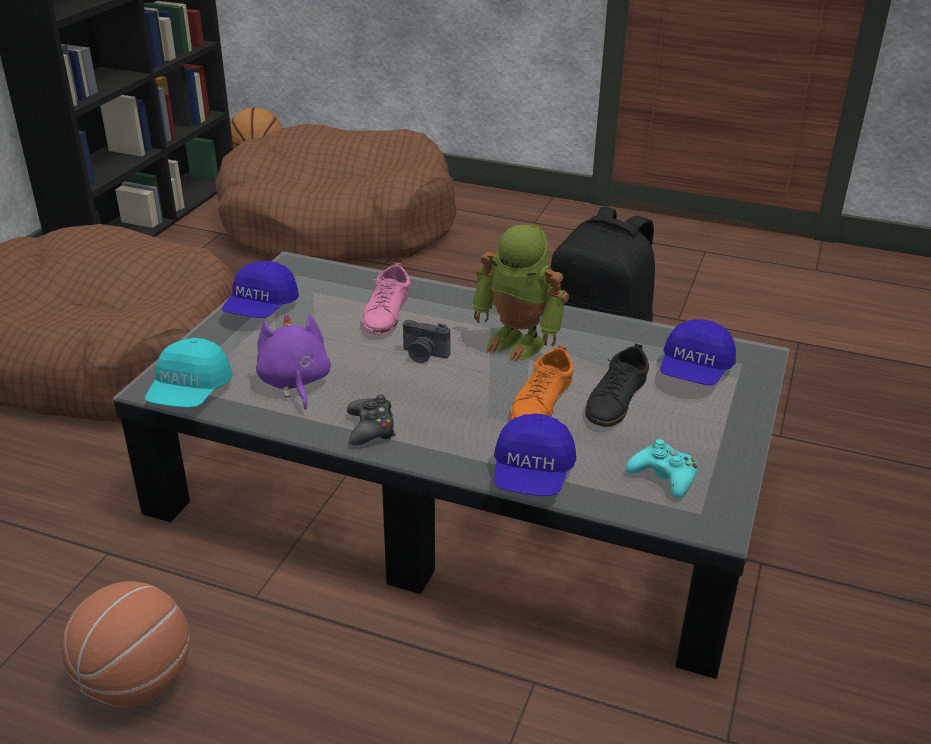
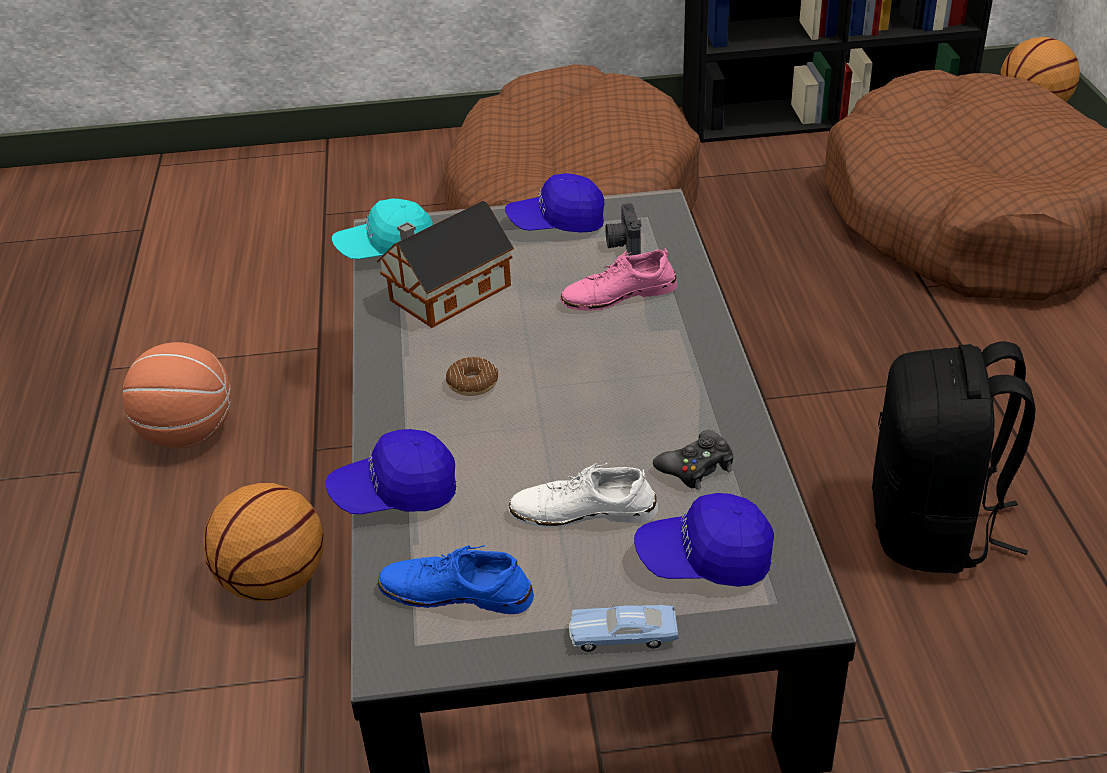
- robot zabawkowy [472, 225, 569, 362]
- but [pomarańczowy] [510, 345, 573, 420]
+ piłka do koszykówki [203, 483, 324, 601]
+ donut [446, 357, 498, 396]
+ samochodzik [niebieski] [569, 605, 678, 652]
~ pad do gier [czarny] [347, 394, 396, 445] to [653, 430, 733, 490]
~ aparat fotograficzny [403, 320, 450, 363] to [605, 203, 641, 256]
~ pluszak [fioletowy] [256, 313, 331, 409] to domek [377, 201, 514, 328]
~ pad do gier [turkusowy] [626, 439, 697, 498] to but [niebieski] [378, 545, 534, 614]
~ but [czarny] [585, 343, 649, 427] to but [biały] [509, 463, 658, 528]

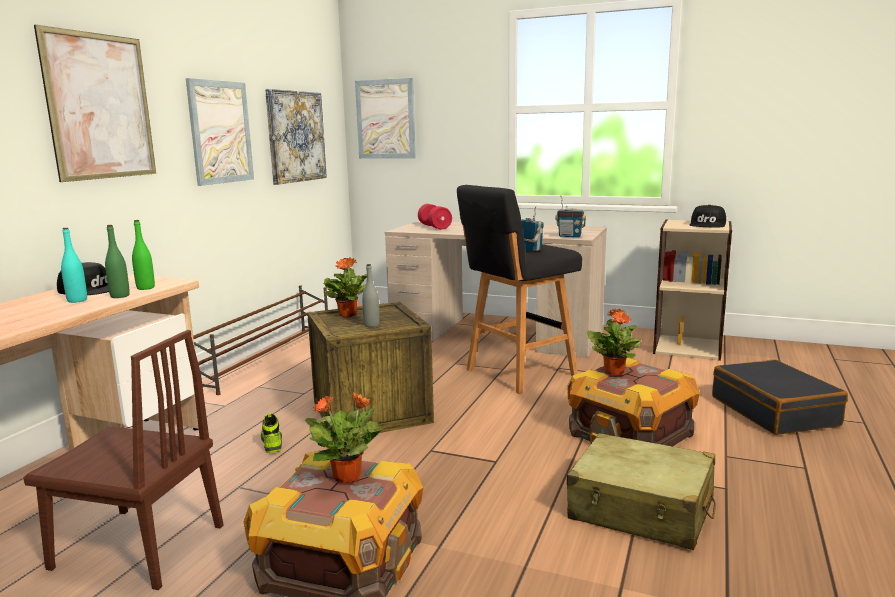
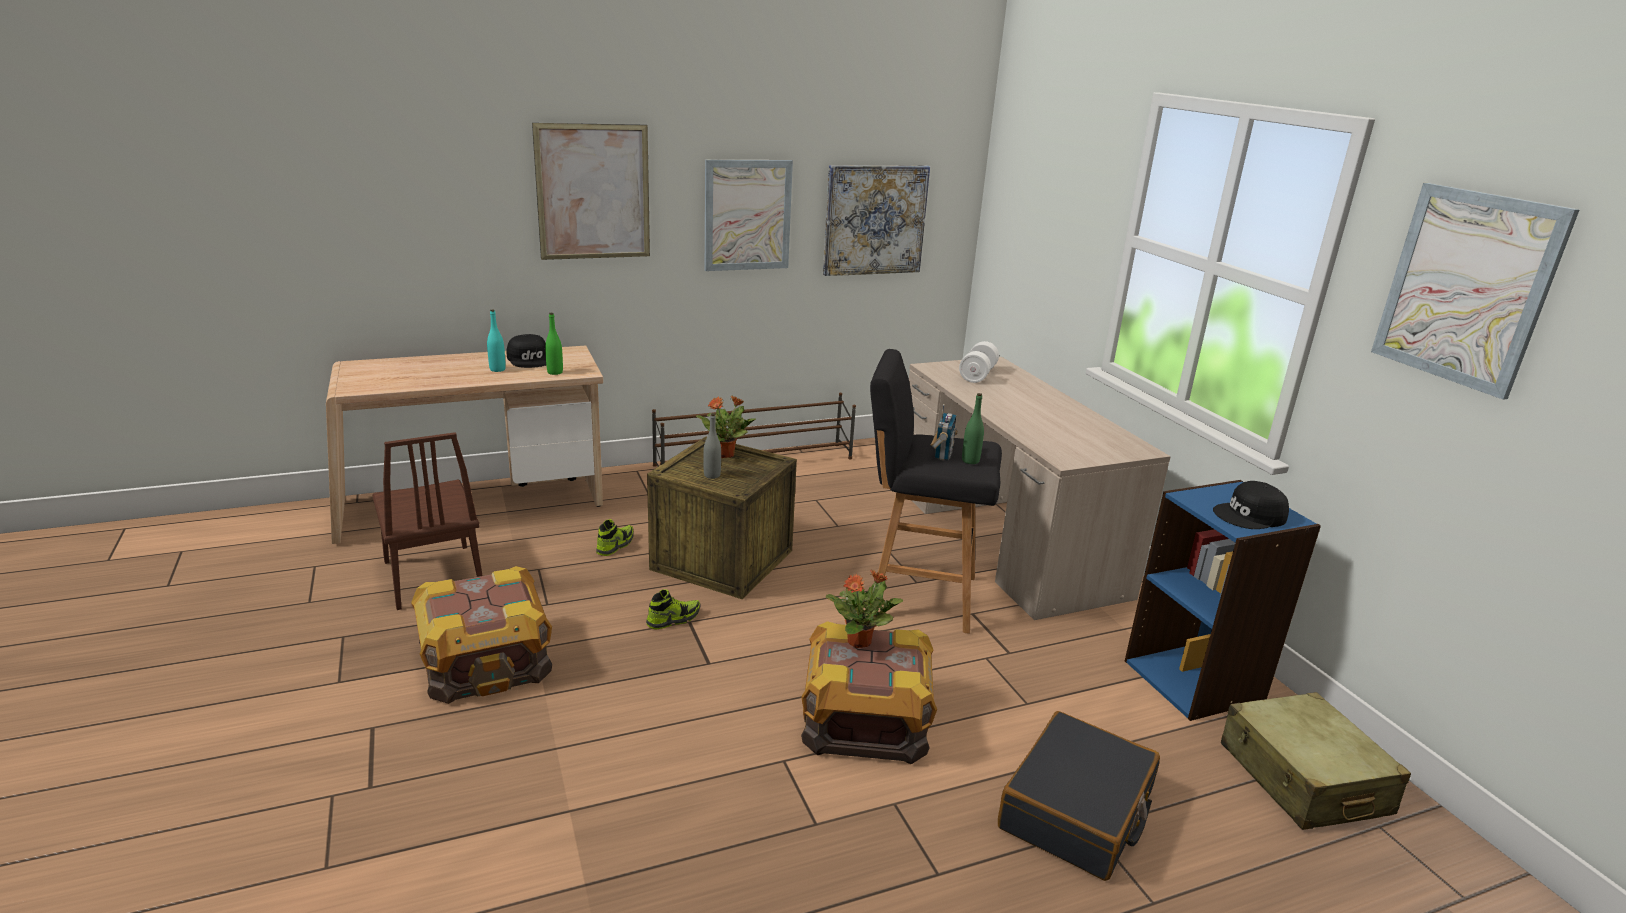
- roślina doniczkowa [304, 392, 384, 483]
- radio [555, 196, 586, 237]
+ but [646, 589, 701, 629]
~ butelka [zielony] [105, 225, 130, 298] to [962, 393, 984, 464]
~ obraz [355, 78, 416, 159] to [1371, 183, 1579, 400]
~ walizka [beżowy] [567, 433, 716, 550] to [1221, 692, 1411, 830]
~ hantel [czerwony] [418, 204, 452, 229] to hantel [biały] [959, 341, 999, 383]
~ regał [beżowy] [653, 219, 732, 361] to regał [niebieski] [1125, 480, 1321, 721]

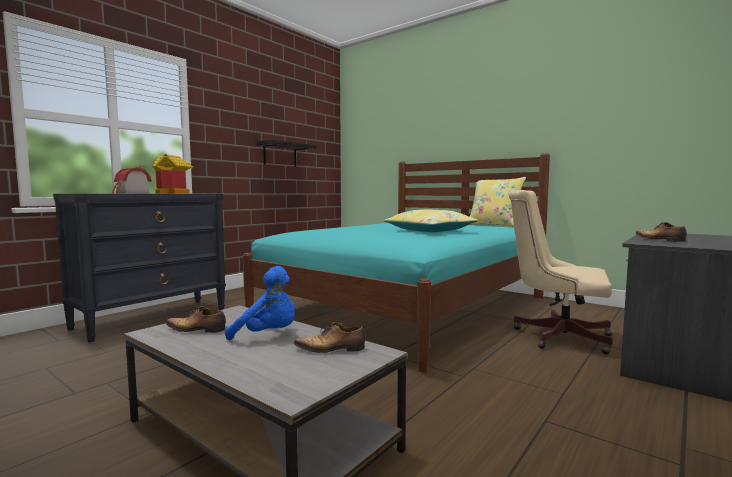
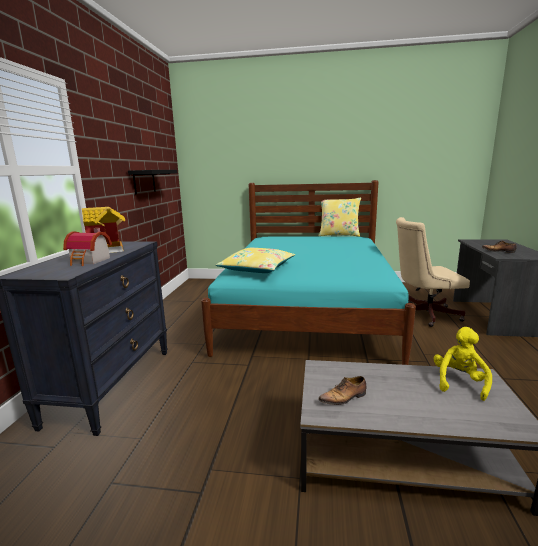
- pluszak [niebieski] [225, 266, 295, 340]
~ poduszka [żółty] [384, 210, 478, 232] to [216, 248, 295, 273]
~ but [294, 322, 366, 353] to pluszak [żółty] [434, 327, 492, 401]

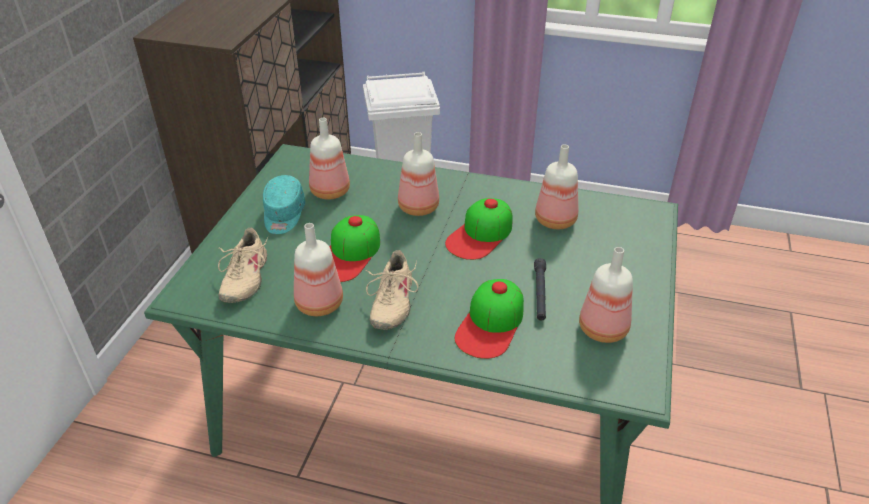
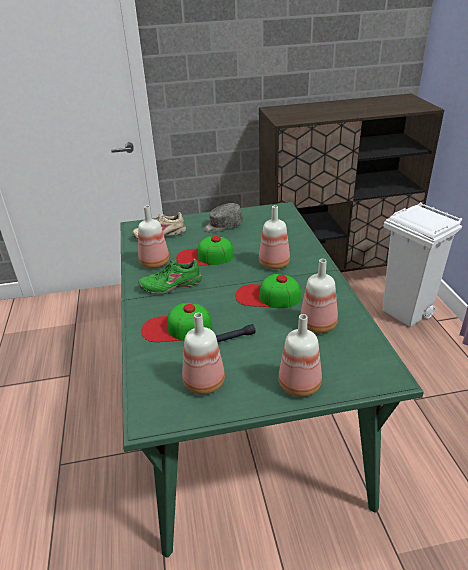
~ butelka [309, 118, 350, 200] to [278, 314, 322, 397]
~ czapka z daszkiem [turkusowy] [263, 175, 305, 234] to czapka z daszkiem [szary] [203, 203, 243, 233]
~ but [beżowy] [365, 250, 419, 330] to but [zielony] [138, 259, 202, 294]

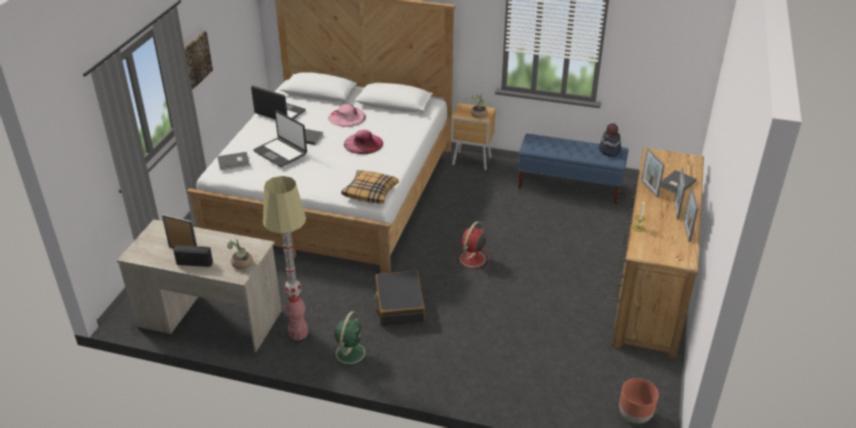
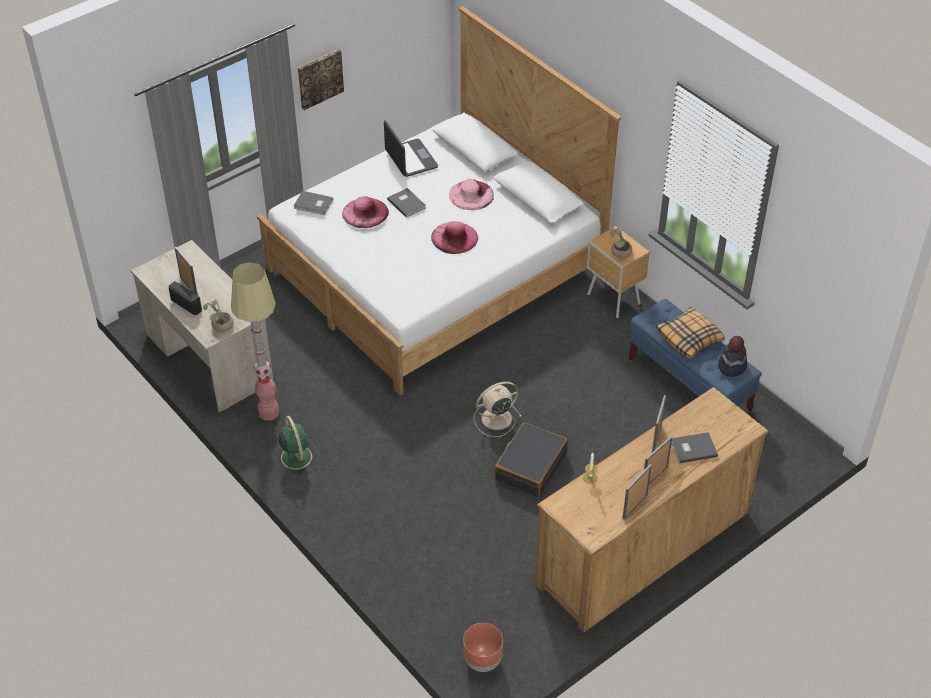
~ poduszka [341, 170, 399, 204] to [656, 307, 725, 359]
~ walizka [czarny] [374, 270, 425, 327] to [494, 422, 568, 498]
~ laptop [253, 110, 307, 167] to kapelusz [różowy] [342, 196, 389, 228]
~ wentylator [czerwony] [453, 221, 490, 272] to wentylator [beżowy] [474, 382, 522, 437]
~ wentylator [zielony] [330, 311, 372, 369] = [272, 416, 319, 477] 75 degrees counterclockwise

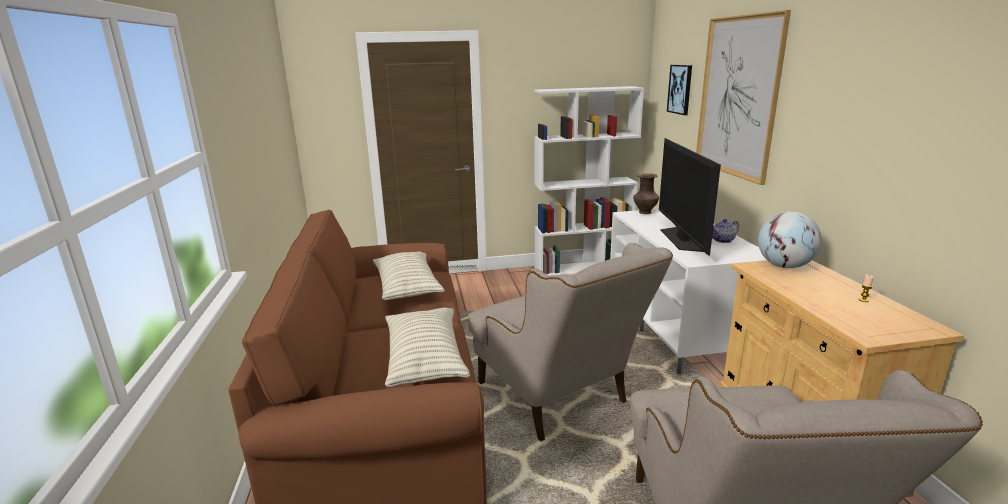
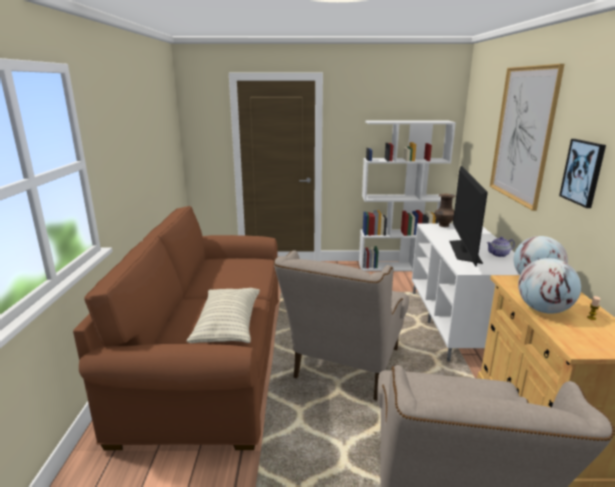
- poduszka [373, 252, 445, 300]
+ globus [518, 258, 581, 314]
~ obraz [667, 65, 692, 115] to [559, 139, 606, 208]
~ fotel [beżowy] [468, 243, 673, 441] = [274, 250, 409, 400] 45 degrees clockwise

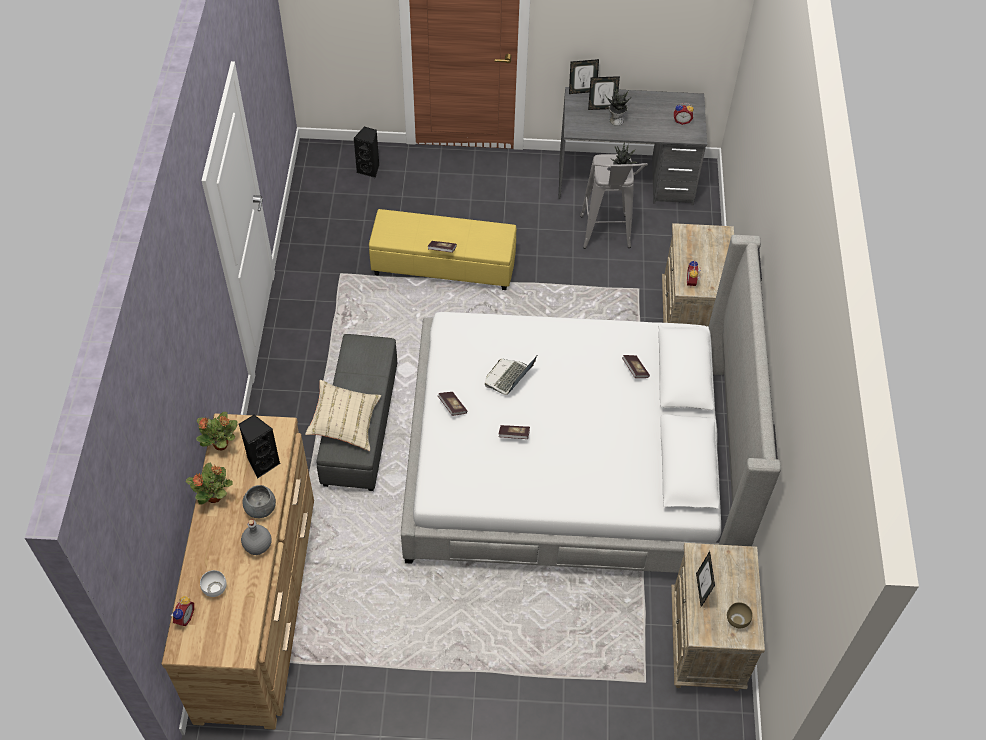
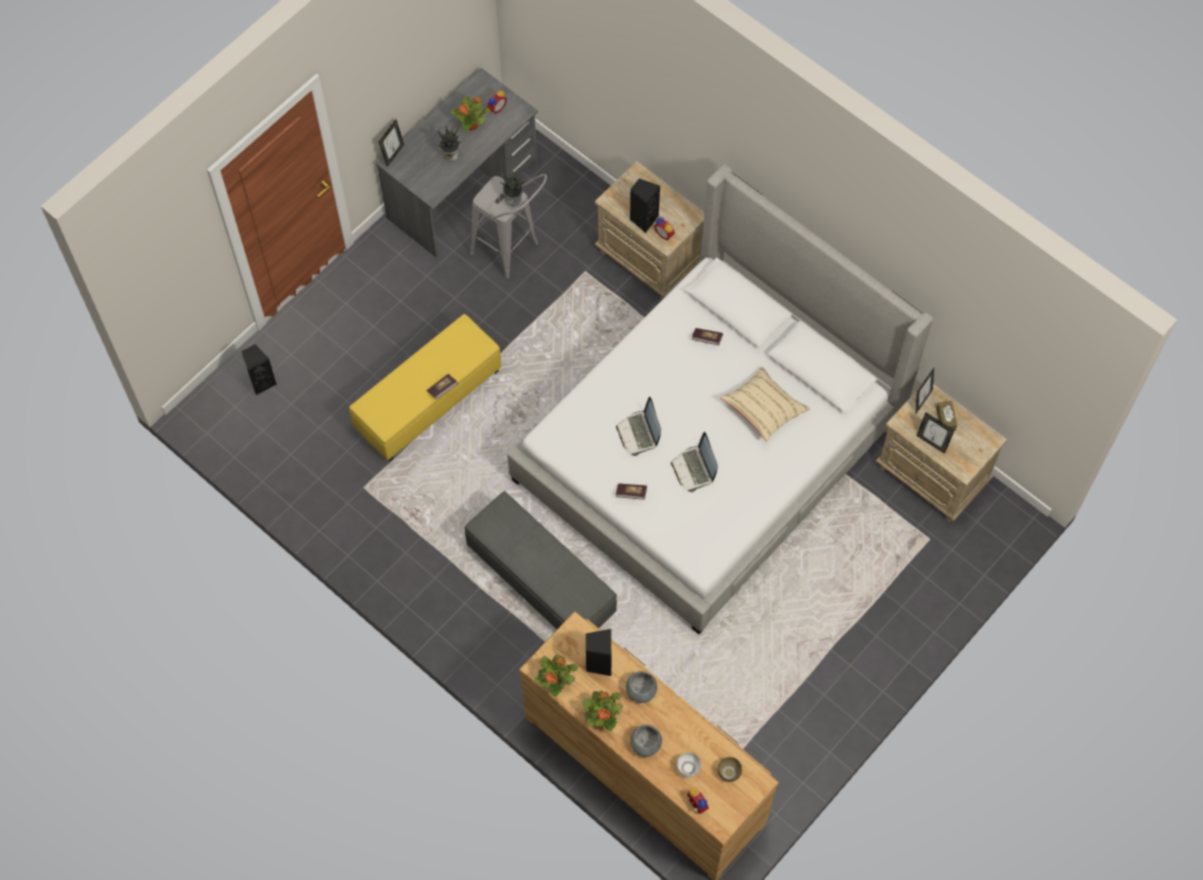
- butelka [szary] [241, 519, 272, 555]
+ roślina doniczkowa [451, 96, 490, 131]
+ głośnik [czarny] [630, 179, 660, 233]
+ miska [szary] [630, 724, 662, 757]
+ pudełko chusteczek [brązowy] [936, 401, 957, 430]
~ poduszka [beżowy] [305, 380, 381, 451] to [720, 366, 810, 442]
~ ramka na zdjęcie [588, 76, 620, 110] to [916, 368, 934, 413]
~ miska [brązowy] [727, 602, 753, 628] to [718, 757, 742, 782]
~ książka [499, 425, 530, 439] to laptop [671, 432, 718, 492]

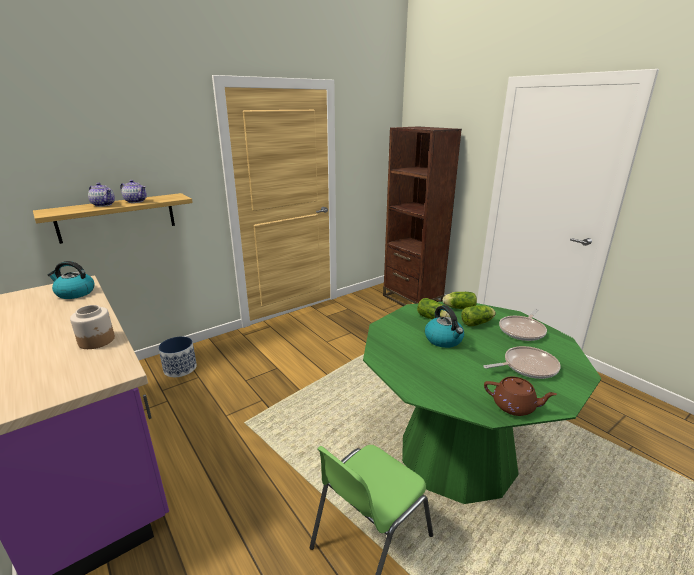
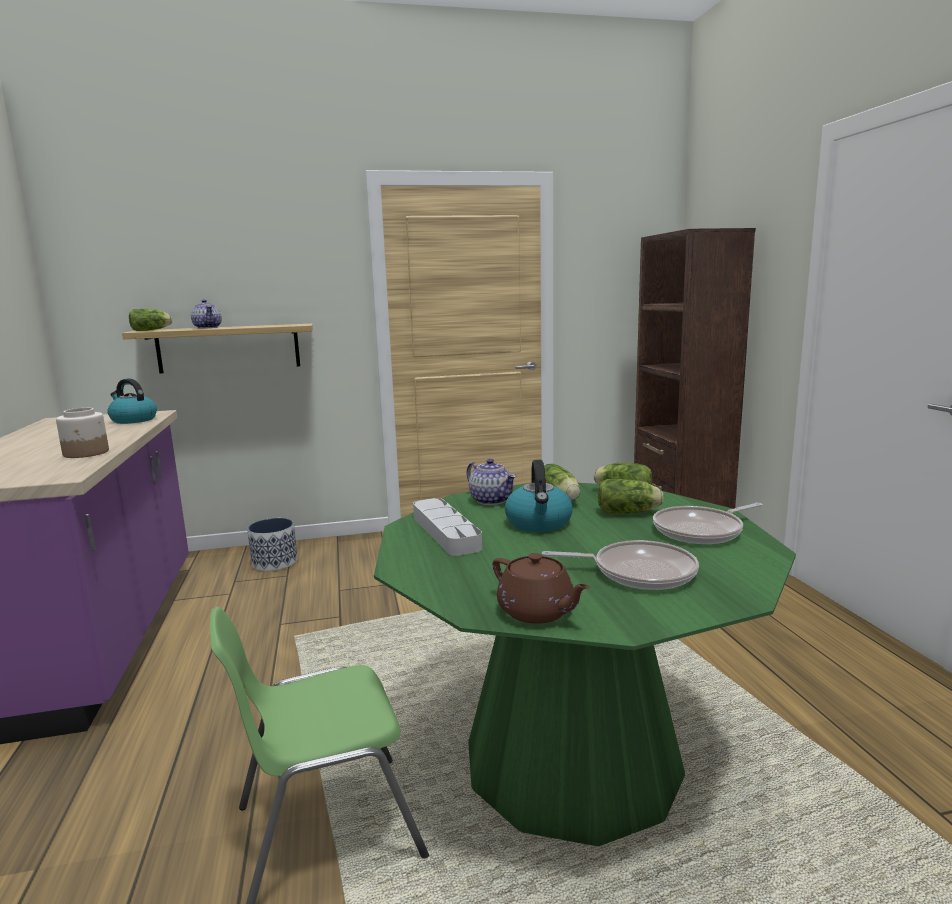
+ sałata [129, 309, 172, 331]
+ taca [szary] [413, 498, 482, 556]
~ imbryk [120, 180, 147, 203] to [467, 459, 516, 505]

